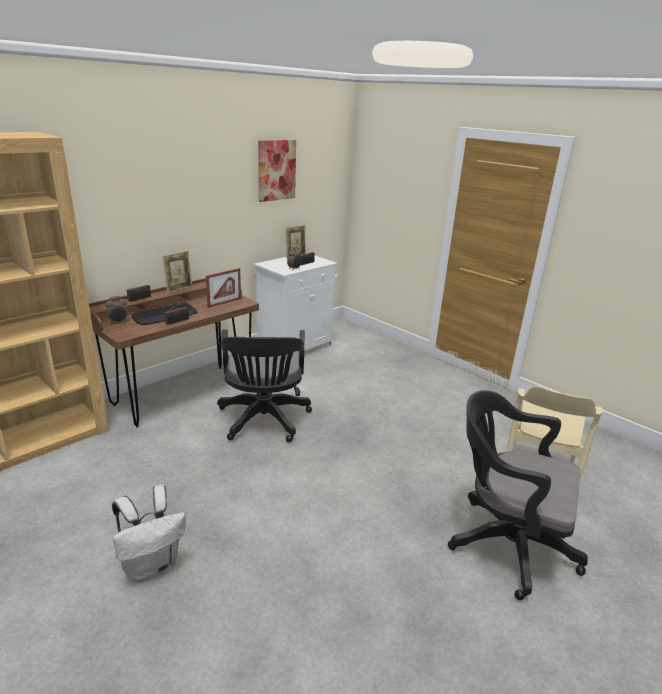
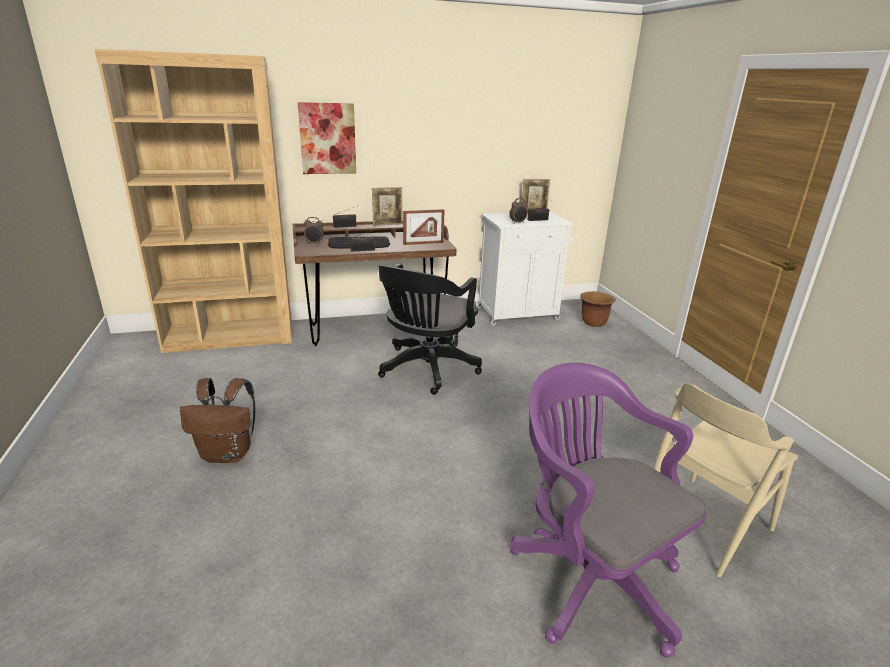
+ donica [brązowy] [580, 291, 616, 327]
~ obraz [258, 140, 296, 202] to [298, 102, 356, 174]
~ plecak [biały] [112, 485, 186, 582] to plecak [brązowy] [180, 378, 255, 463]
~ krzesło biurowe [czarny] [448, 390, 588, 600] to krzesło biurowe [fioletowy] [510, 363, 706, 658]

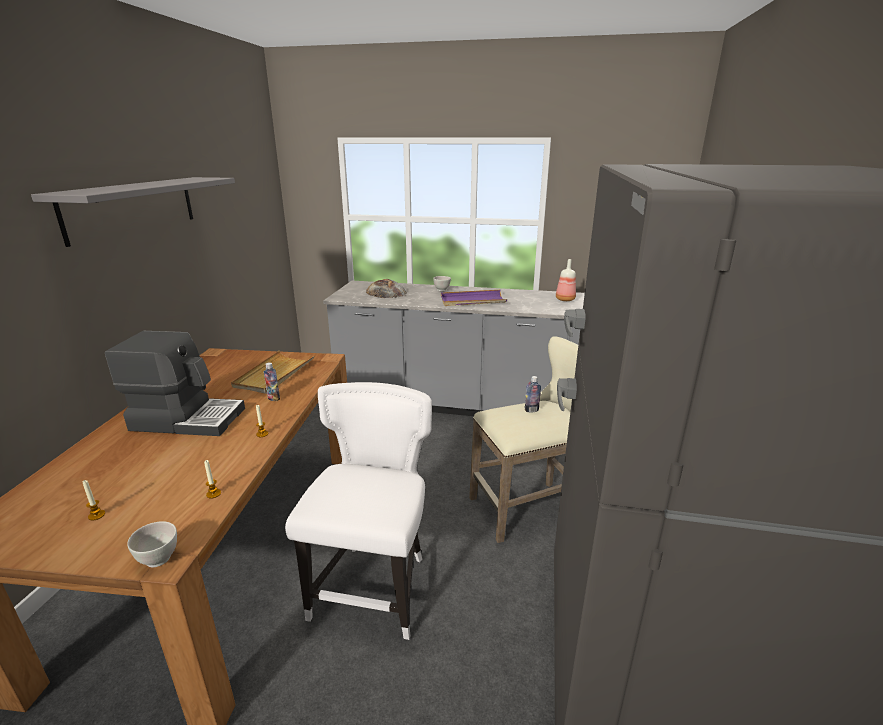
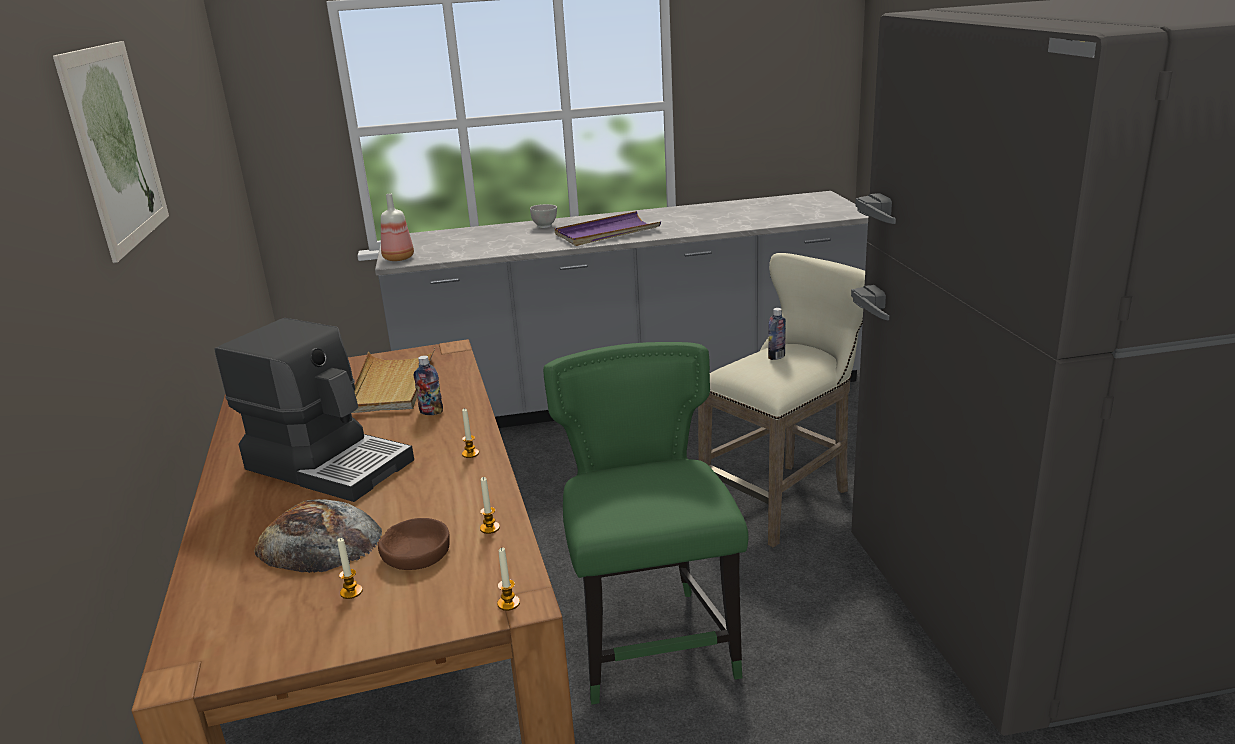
+ miska [brązowy] [378, 518, 450, 570]
~ chleb [366, 279, 407, 298] to [254, 499, 382, 573]
~ butelka [556, 259, 576, 301] to [381, 193, 414, 261]
~ półka [szary] [31, 177, 235, 247] to obraz [53, 41, 169, 263]
~ miska [biały] [127, 521, 177, 567] to świeca [497, 547, 520, 611]
~ krzesło [biały] [285, 382, 432, 640] to krzesło [zielony] [543, 342, 749, 705]
~ ekspres do kawy [105, 331, 245, 436] = [215, 318, 414, 502] 45 degrees clockwise

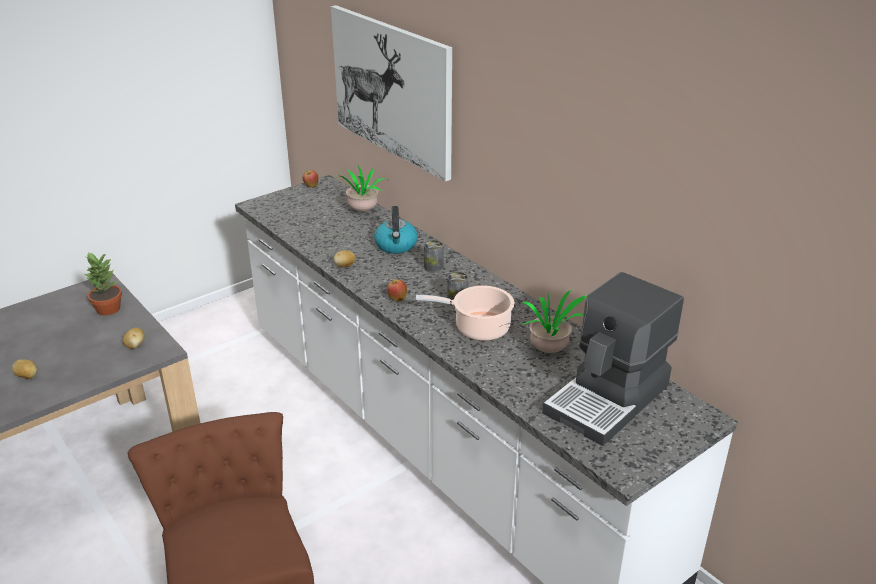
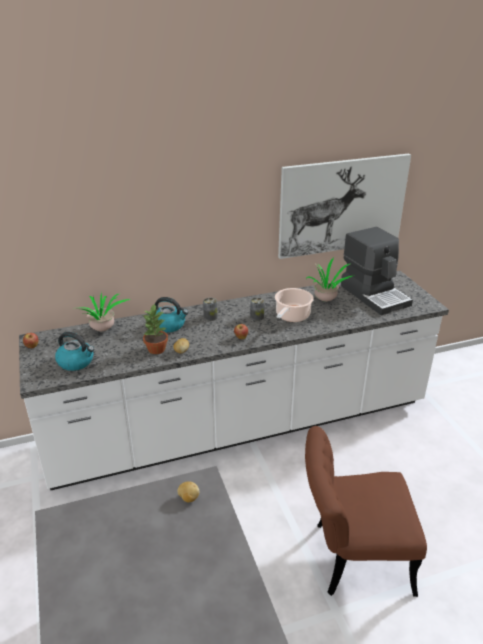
- ziemniak [12, 359, 37, 379]
+ czajnik [55, 332, 94, 371]
~ roślina doniczkowa [85, 252, 122, 316] to [143, 303, 168, 354]
~ obraz [331, 5, 452, 181] to [278, 154, 411, 259]

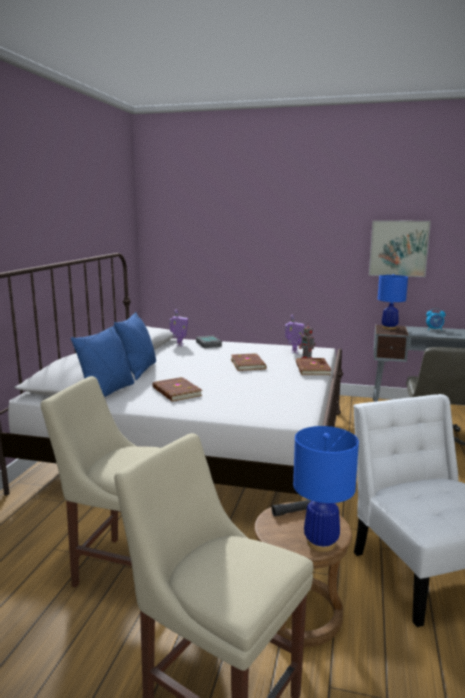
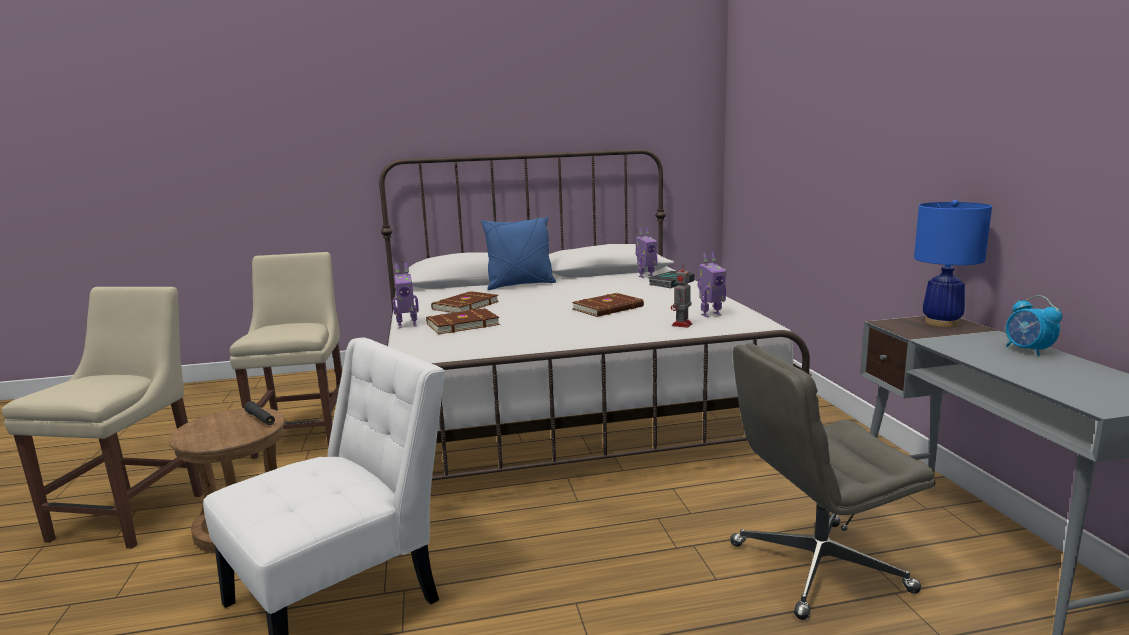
- poduszka [niebieski] [71, 325, 134, 397]
- lampa stołowa [niebieski] [293, 426, 359, 552]
- obraz [369, 220, 431, 277]
+ robot zabawkowy [393, 263, 419, 328]
~ książka [brązowy] [296, 358, 331, 375] to [426, 308, 500, 334]

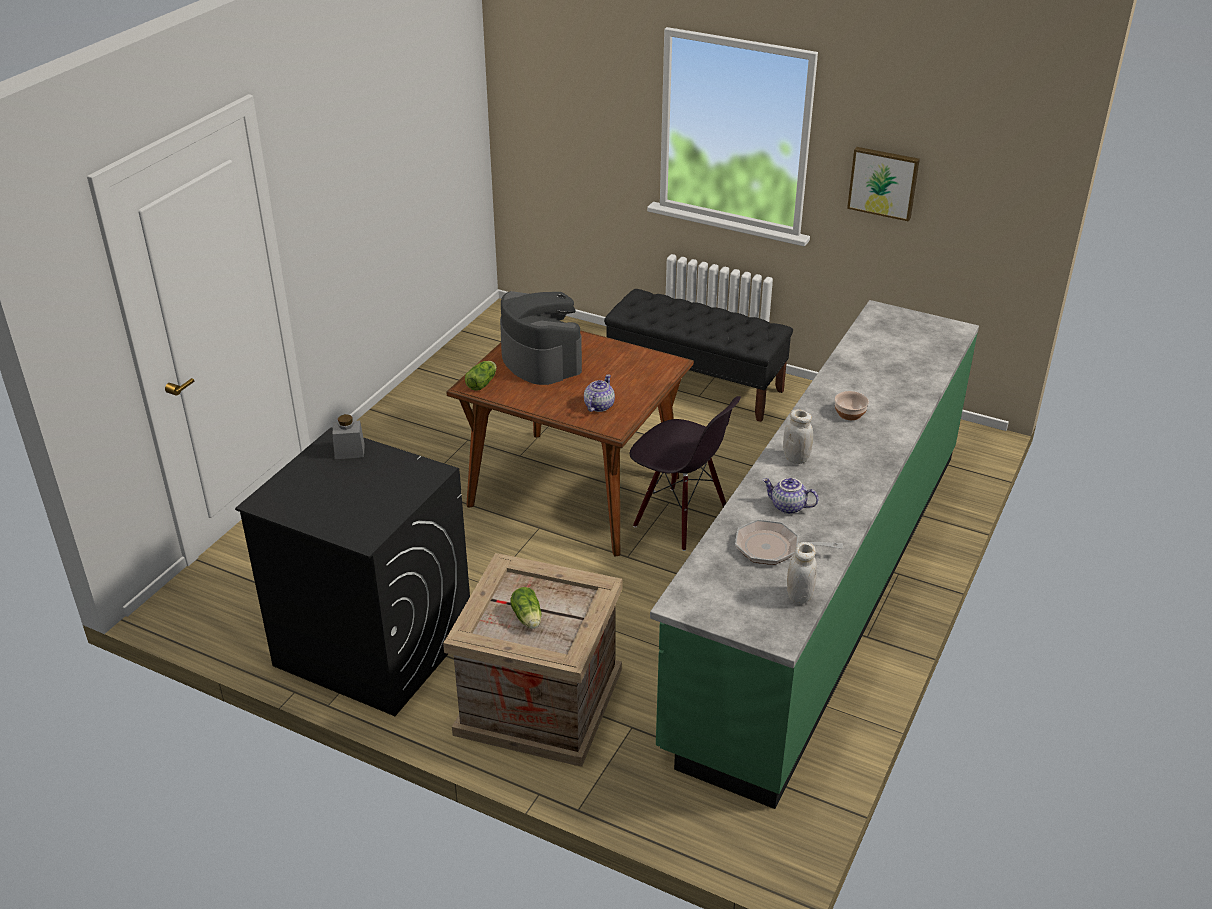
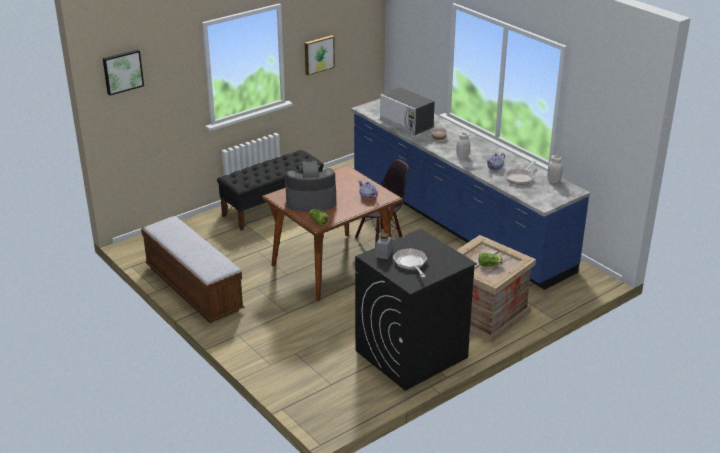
+ obraz [103, 49, 144, 95]
+ ławka [141, 216, 244, 323]
+ mikrofalówka [380, 87, 435, 136]
+ patelnia [393, 248, 427, 277]
~ zabudowa kuchenna [zielony] [650, 300, 979, 809] to zabudowa kuchenna [niebieski] [351, 99, 590, 290]

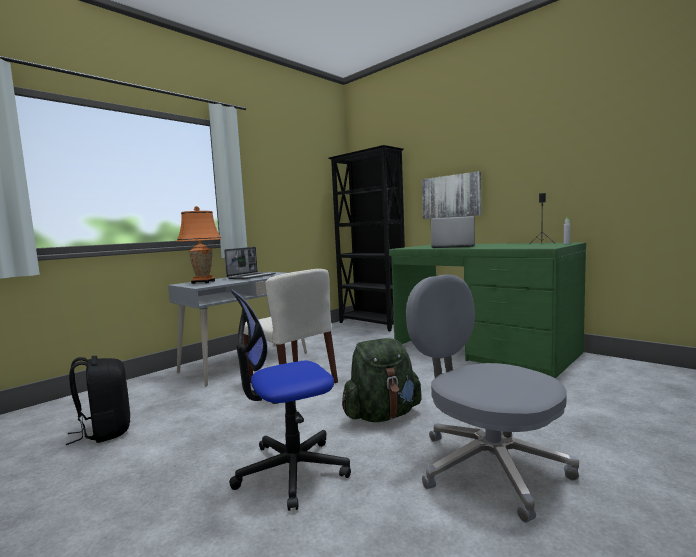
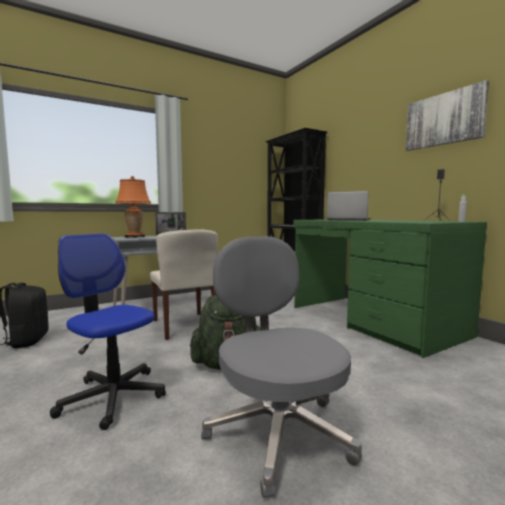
~ obraz [422, 171, 481, 219] to [406, 80, 489, 151]
~ krzesło biurowe [229, 290, 351, 511] = [50, 233, 166, 430] 45 degrees clockwise

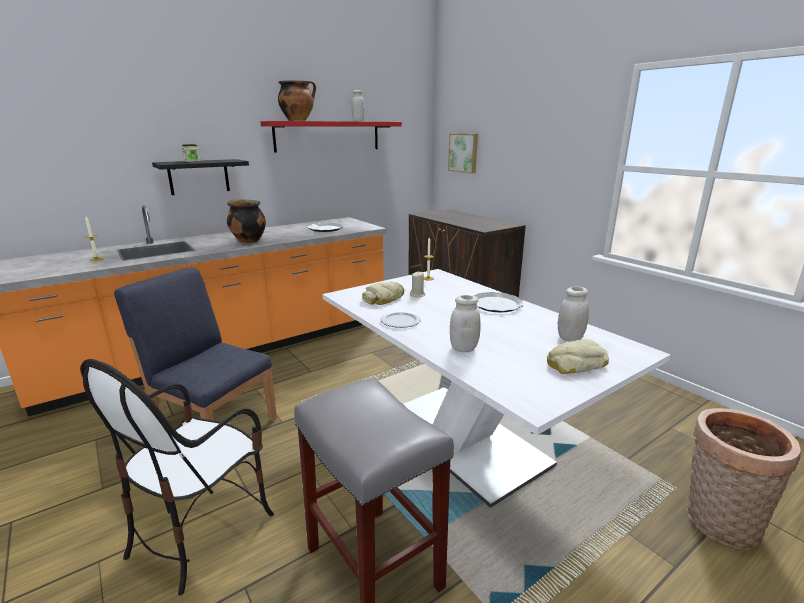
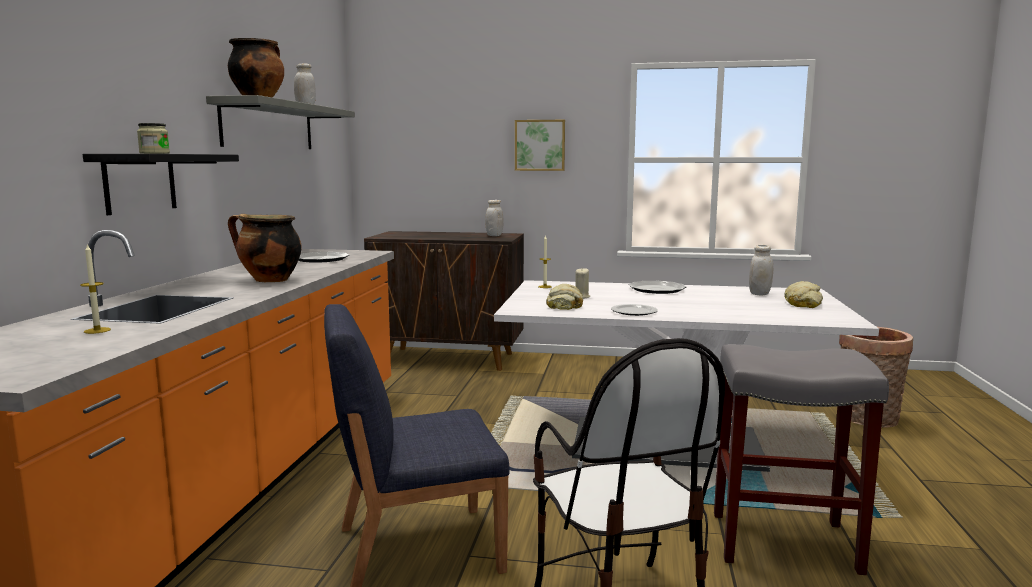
~ obraz [448, 133, 478, 173] to [515, 120, 565, 171]
~ słoik [biały] [450, 295, 480, 352] to [485, 200, 503, 236]
~ półka [czerwony] [260, 121, 402, 153] to półka [szary] [206, 95, 355, 149]

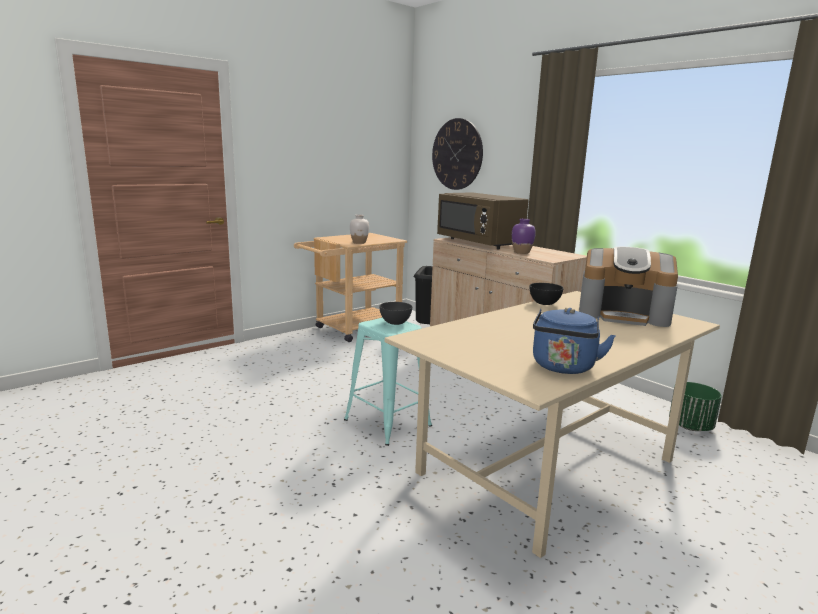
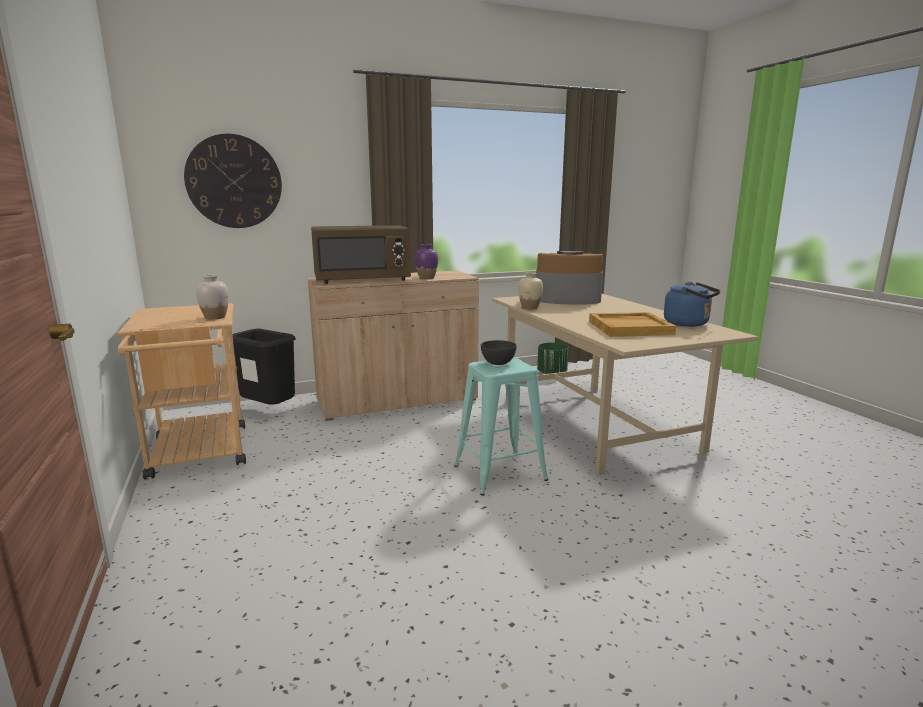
+ taca [beżowy] [589, 312, 676, 337]
~ miska [czarny] [530, 283, 563, 305] to wazon [beżowy] [518, 272, 543, 309]
~ ekspres do kawy [579, 247, 678, 327] = [536, 251, 603, 305] 120 degrees counterclockwise

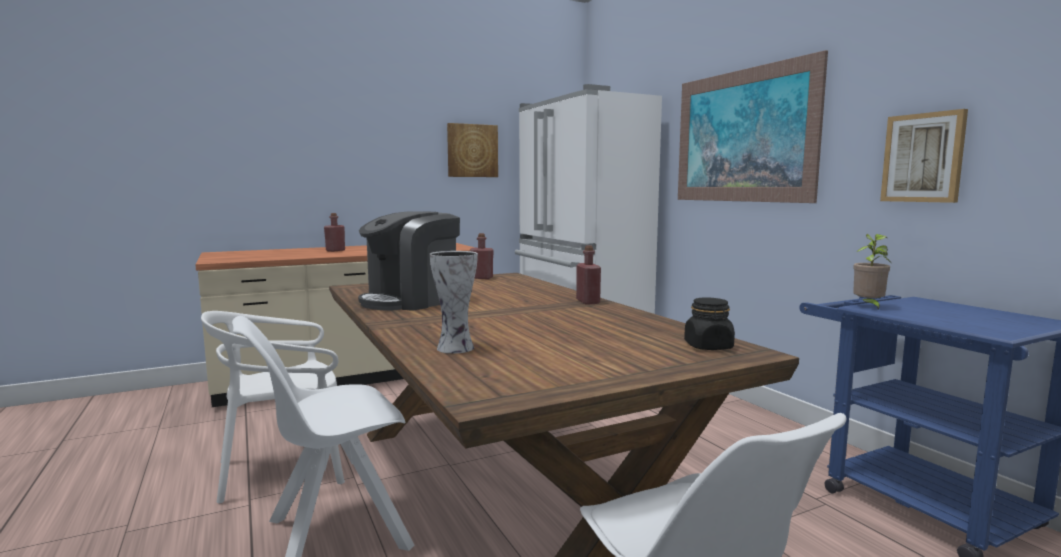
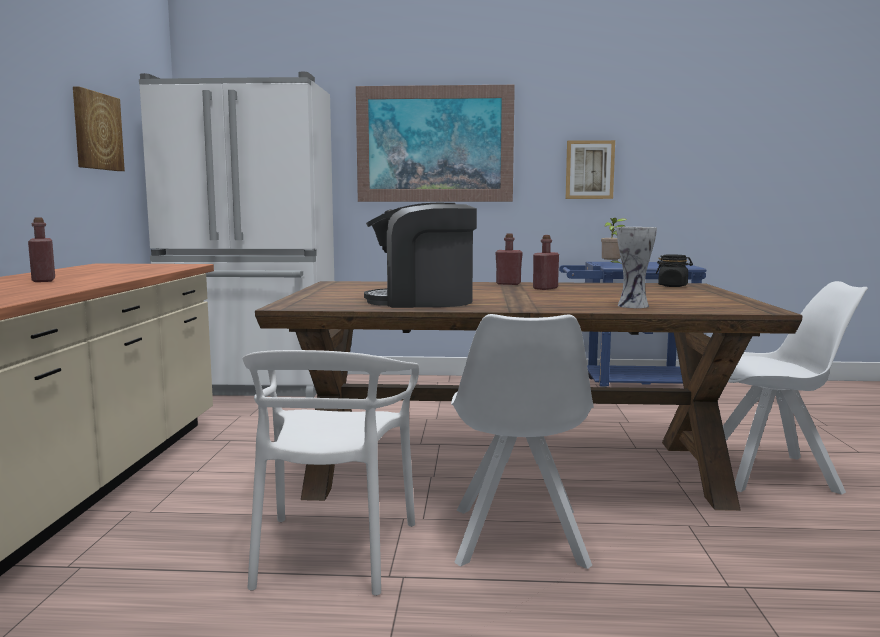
~ butelka [czerwony] [470, 233, 494, 279] to [533, 235, 559, 290]
~ ekspres do kawy [358, 211, 460, 311] = [364, 203, 477, 308] 105 degrees clockwise

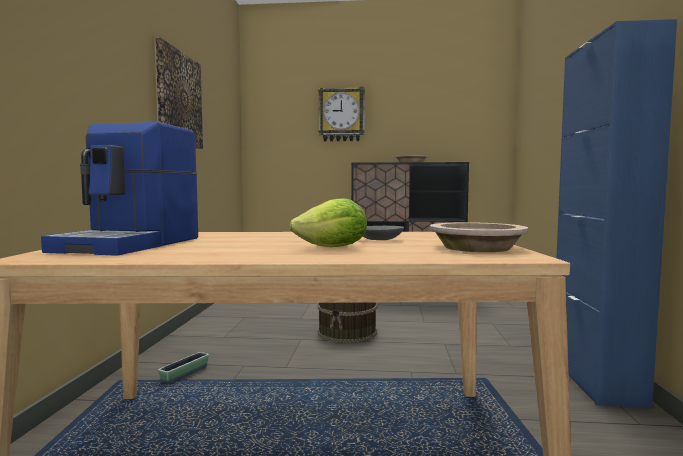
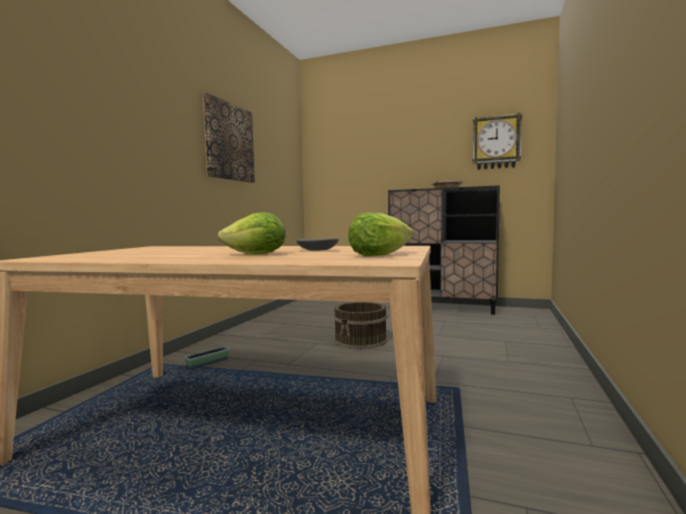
- ekspres do kawy [41, 122, 198, 256]
- szafka [niebieski] [556, 19, 677, 408]
~ zegar ścienny [318, 87, 365, 141] to [473, 113, 522, 170]
~ miska [beżowy] [430, 222, 528, 252] to sałata [348, 212, 413, 256]

